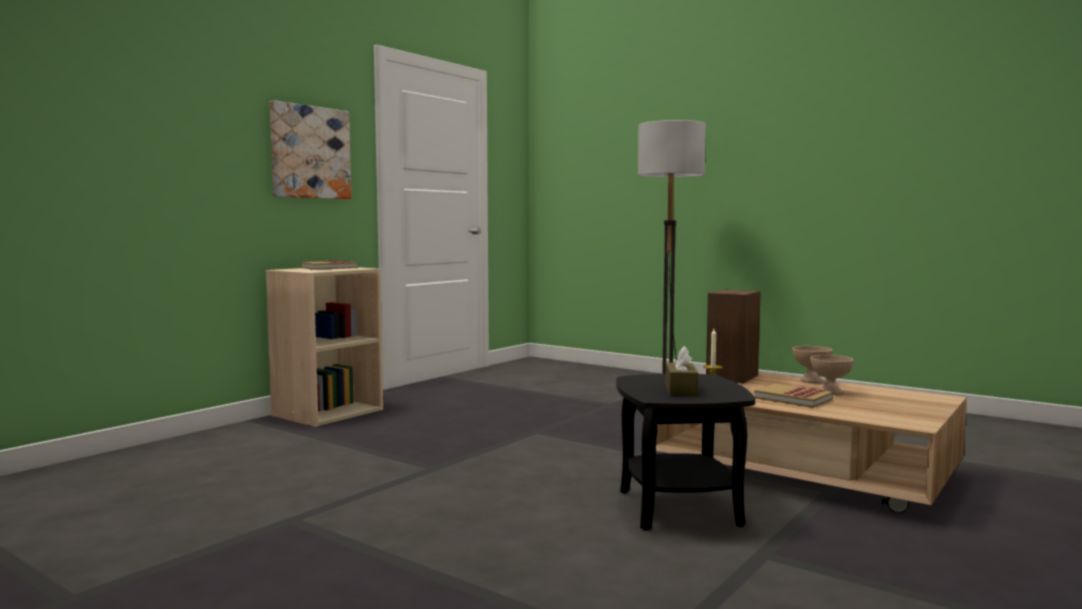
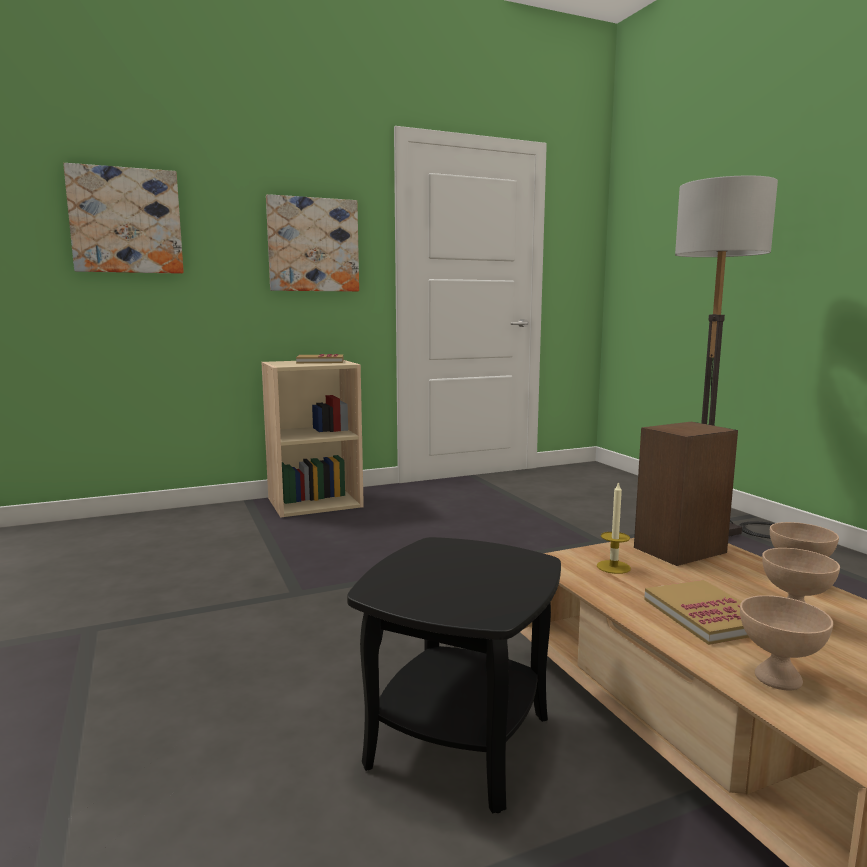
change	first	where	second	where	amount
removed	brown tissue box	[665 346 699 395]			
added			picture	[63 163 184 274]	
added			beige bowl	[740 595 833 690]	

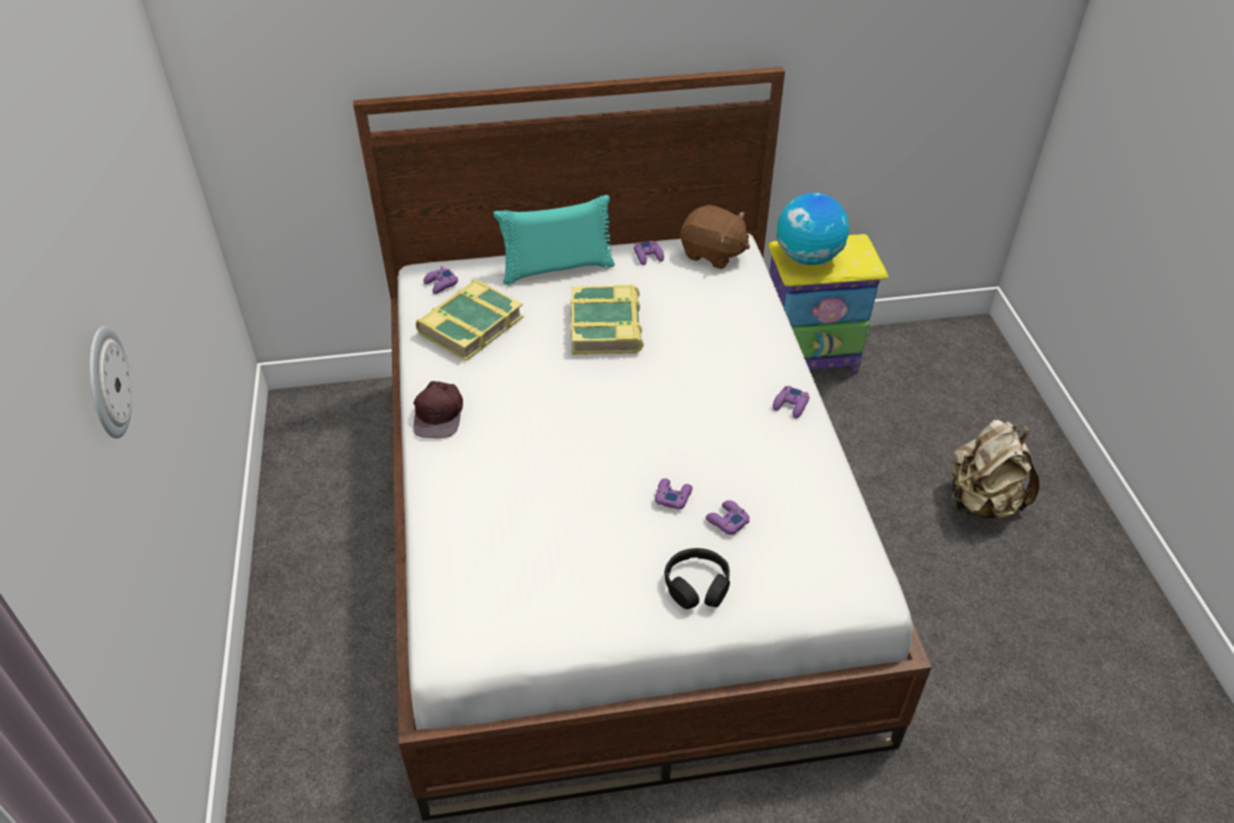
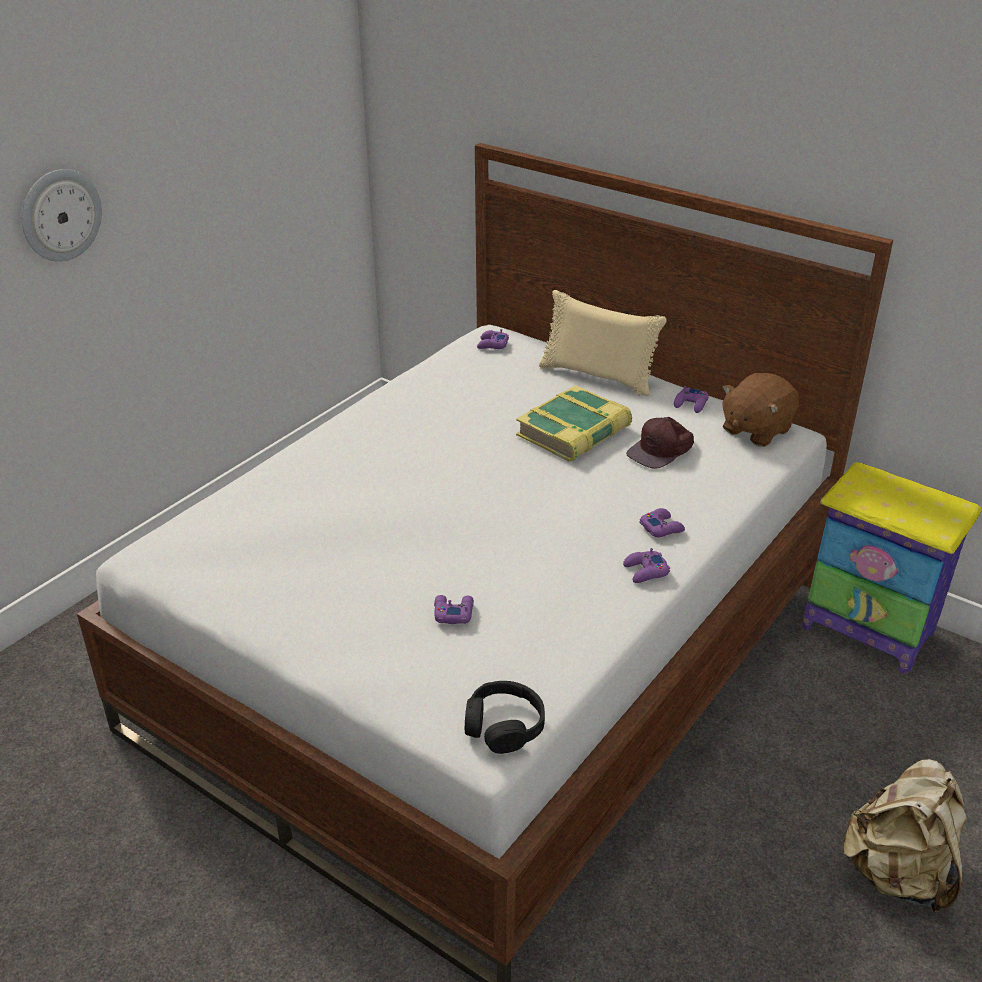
change	first	where	second	where	amount
moved	brown cap	[413 381 463 438]		[626 417 694 468]	
removed	book	[415 279 523 361]			
recoloured	turquoise pillow	[493 195 615 286]	beige pillow	[539 290 667 396]	
moved	purple game controller	[655 478 692 510]		[639 508 685 537]	
moved	black headphones	[665 548 730 609]		[465 681 545 754]	
turned	brown plush toy	[681 204 750 269]		[722 373 799 447]	60 degrees clockwise
removed	globe	[776 193 849 265]			

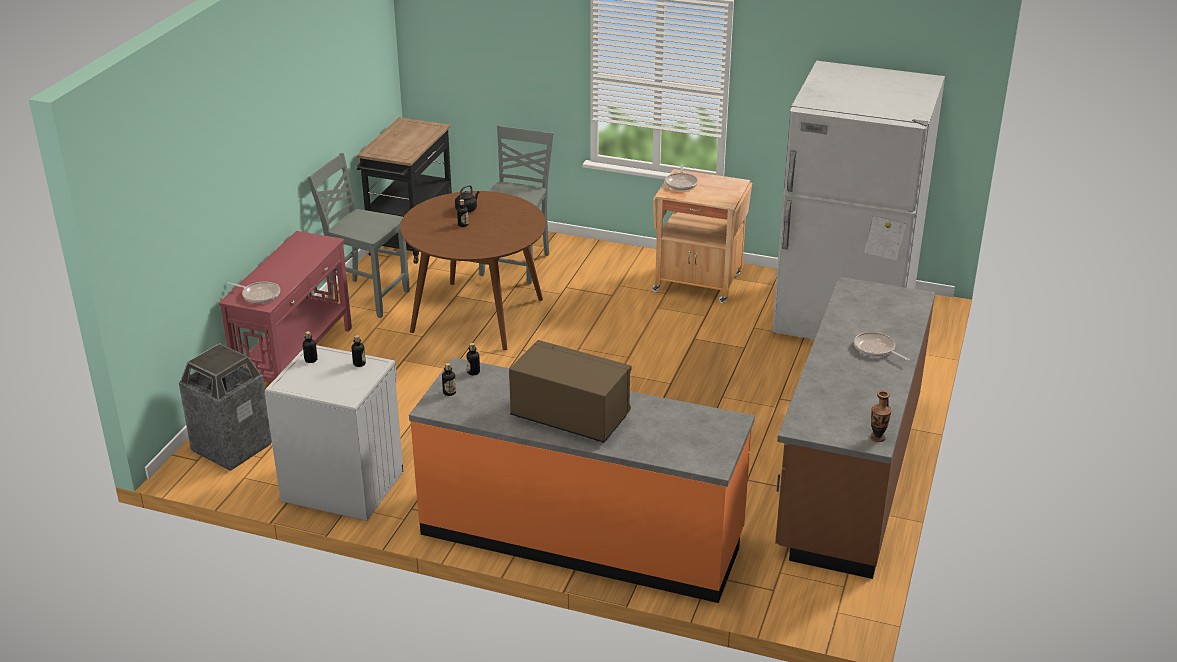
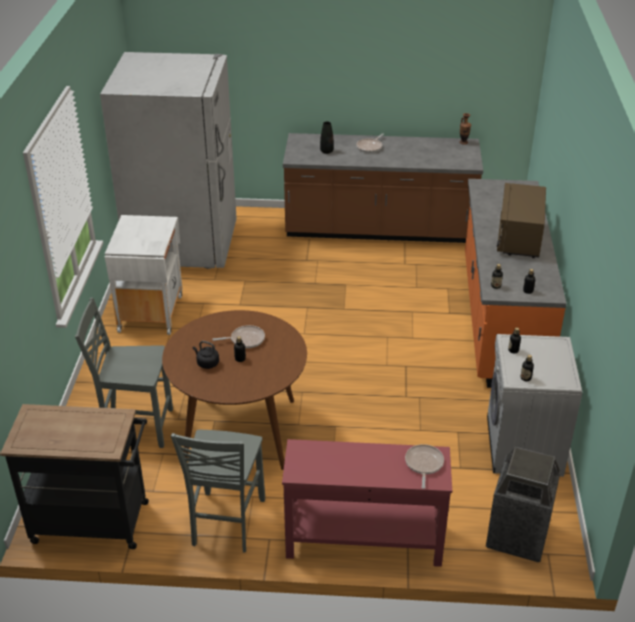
change	first	where	second	where	amount
recoloured	brown cart	[652 169 752 303]	white cart	[105 215 183 335]	
moved	frying pan	[665 164 698 190]		[212 325 265 348]	
added			black vase	[320 121 334 154]	

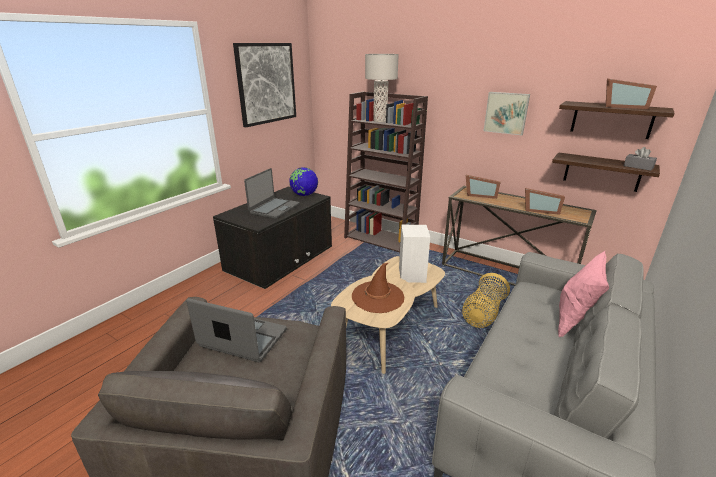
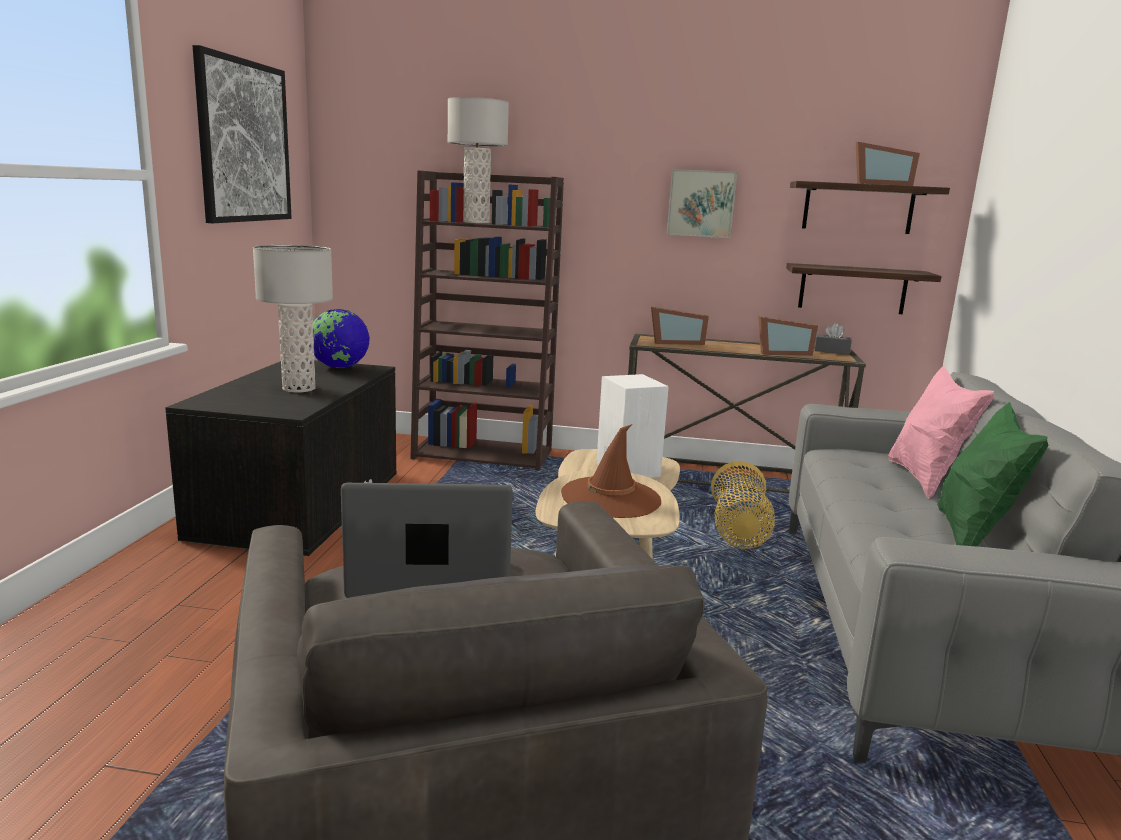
change	first	where	second	where	amount
replaced	laptop	[244 168 300 219]	white table lamp	[253 245 333 393]	
moved	grey tissue box	[624 147 657 171]		[814 323 852 355]	
added			green pillow	[937 402 1048 547]	

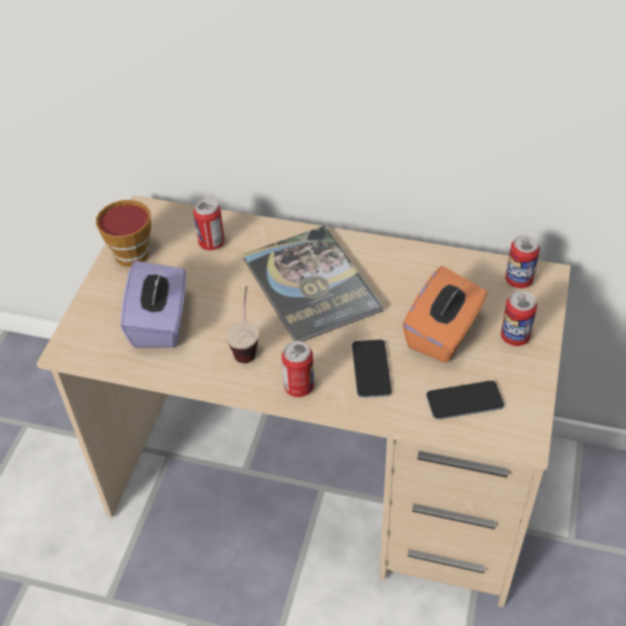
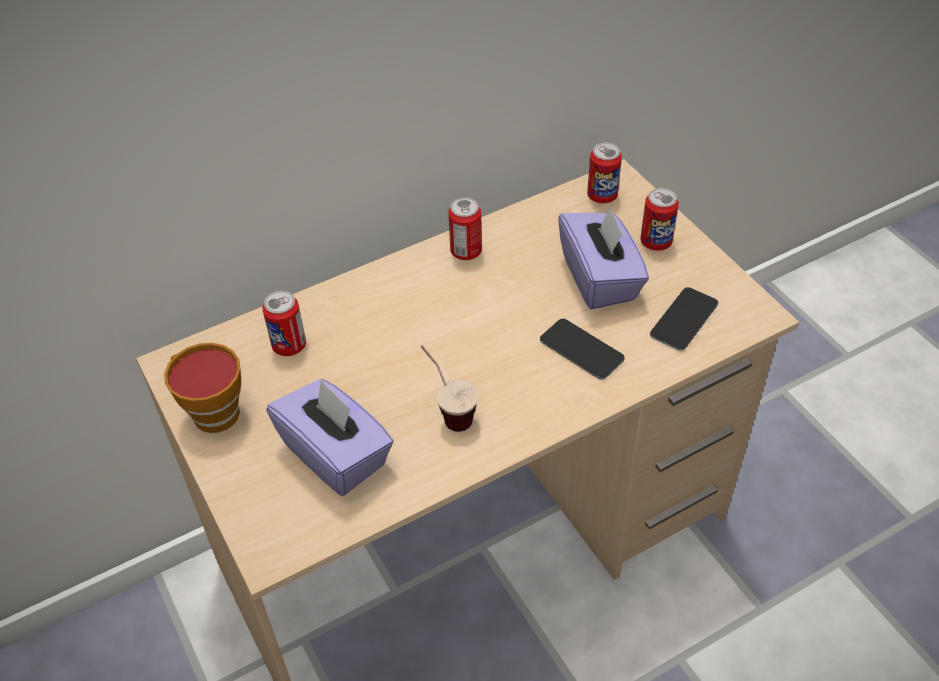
change	first	where	second	where	amount
removed	book	[243 226 383 342]			
moved	can	[282 341 314 397]		[448 197 482 260]	
recoloured	orange tissue box	[402 266 487 363]	purple tissue box	[558 206 649 309]	

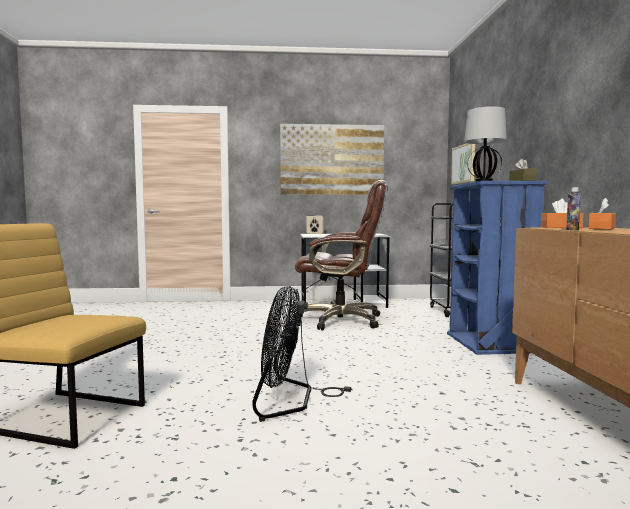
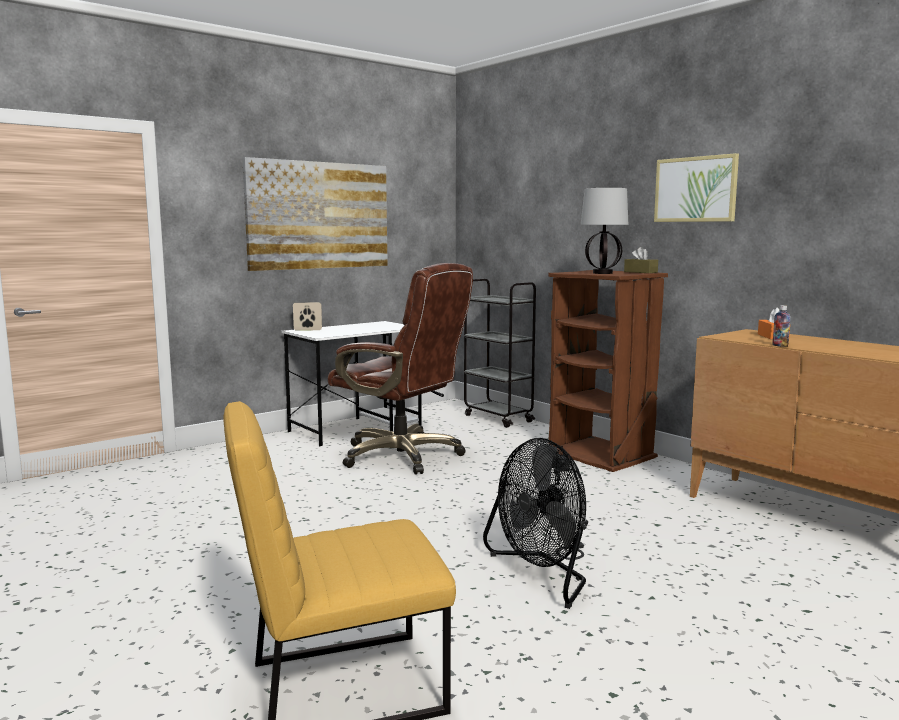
change	first	where	second	where	amount
turned	brown office chair	[295 180 387 330]		[328 263 473 475]	60 degrees clockwise
recoloured	blue bookcase	[447 181 548 355]	brown bookcase	[548 270 668 472]	
moved	picture	[451 143 475 184]		[654 153 739 222]	
removed	orange tissue box	[541 199 584 228]			

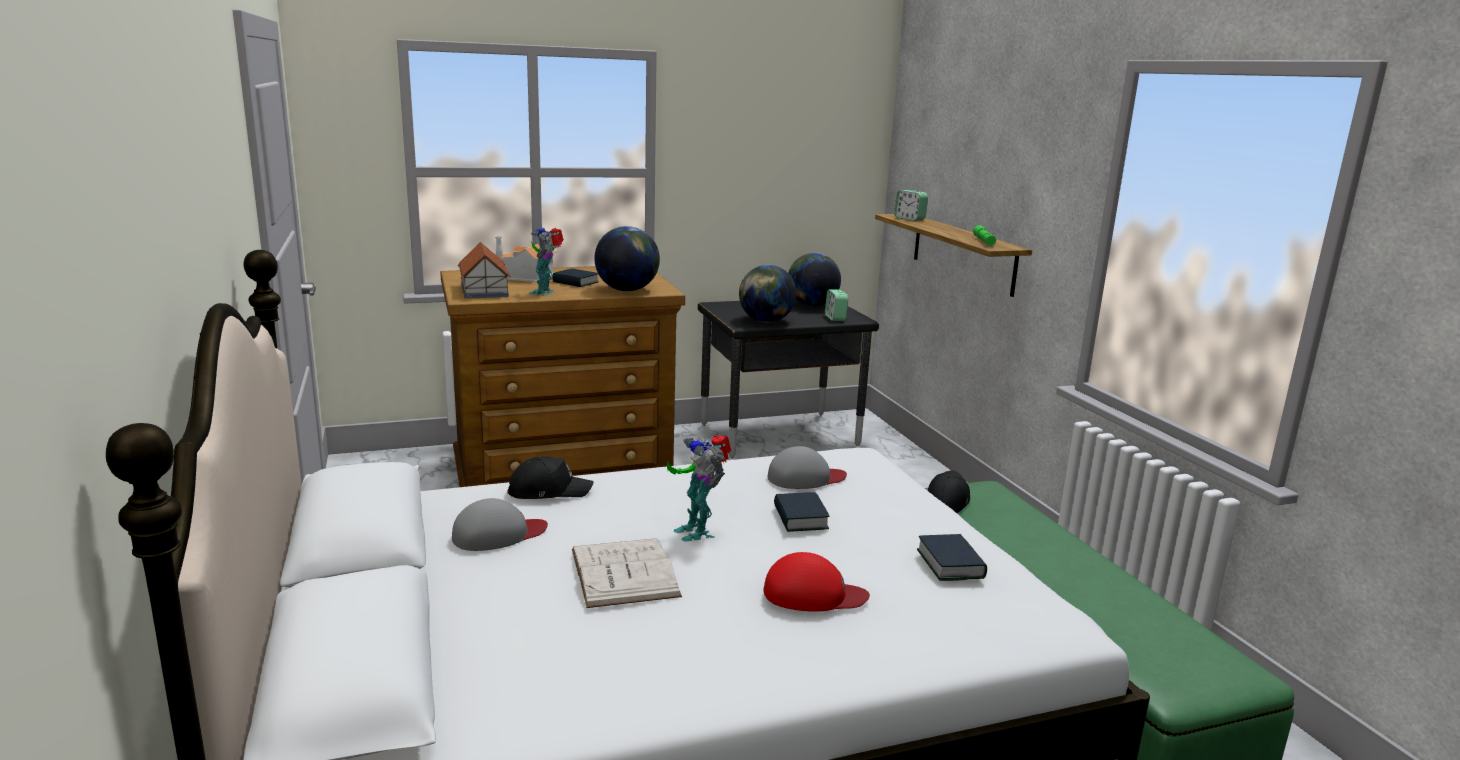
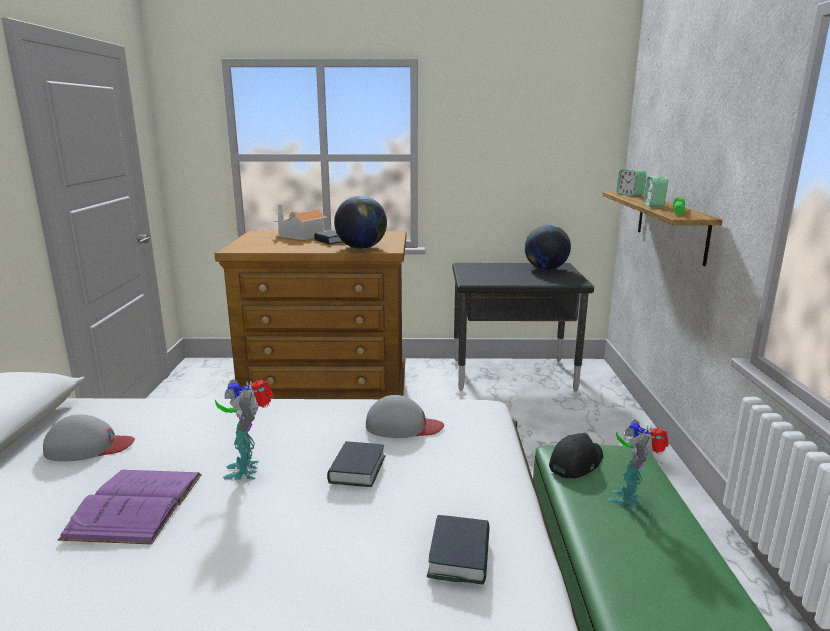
change	first	where	second	where	amount
removed	toy house	[458 242 511 299]			
removed	black cap	[507 456 594 499]			
moved	toy robot	[528 227 564 296]		[608 420 669 511]	
recoloured	white book	[572 538 682 608]	purple book	[58 470 202 545]	
removed	globe	[739 265 797 322]			
removed	red cap	[764 552 870 612]			
moved	alarm clock	[825 289 848 321]		[644 176 668 207]	

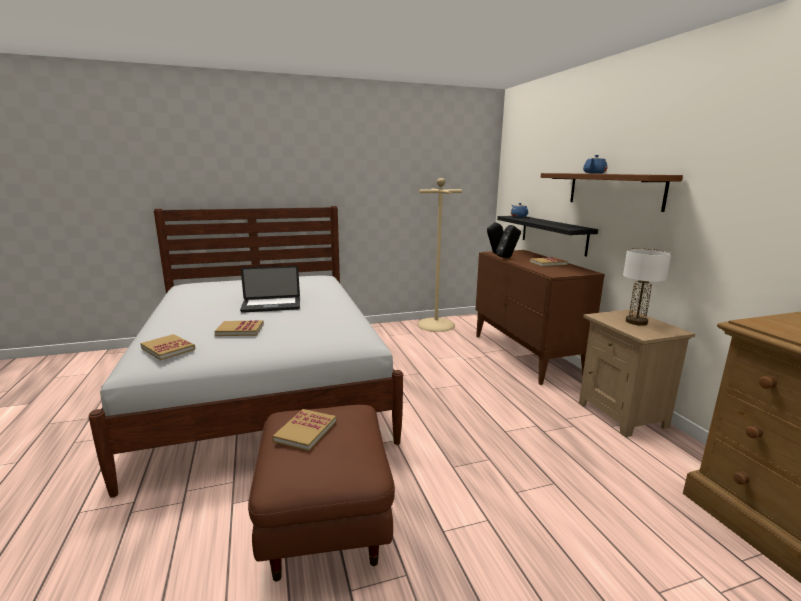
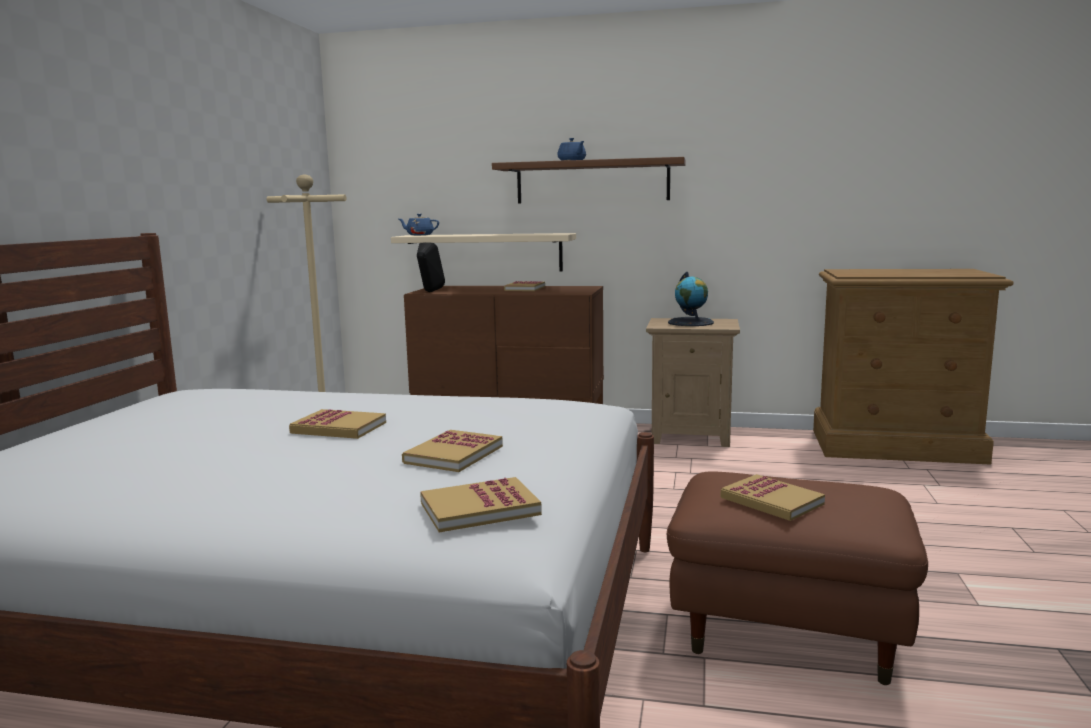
change	first	where	second	where	amount
replaced	laptop	[240 266 300 313]	book	[289 409 386 439]	
removed	black speaker	[496 225 521 258]			
recoloured	black shelf	[497 216 598 257]	beige shelf	[391 233 576 271]	
replaced	table lamp	[623 248 671 326]	globe	[668 272 714 326]	

